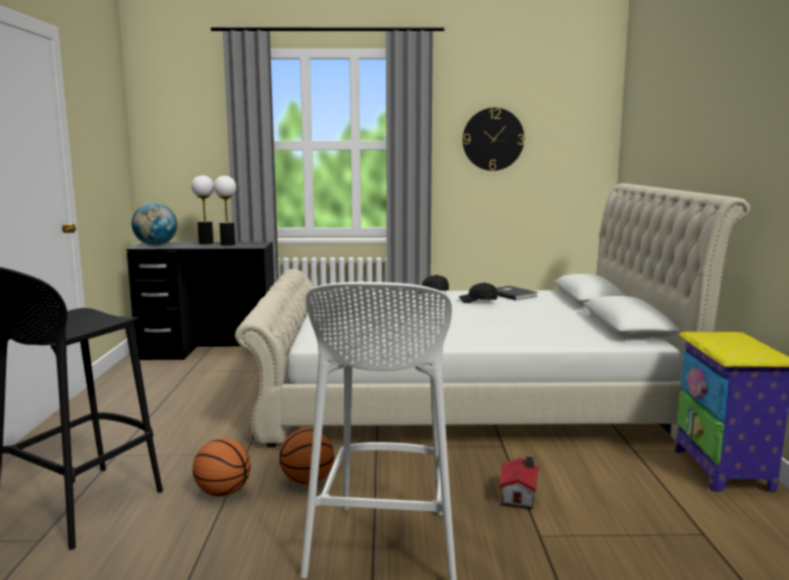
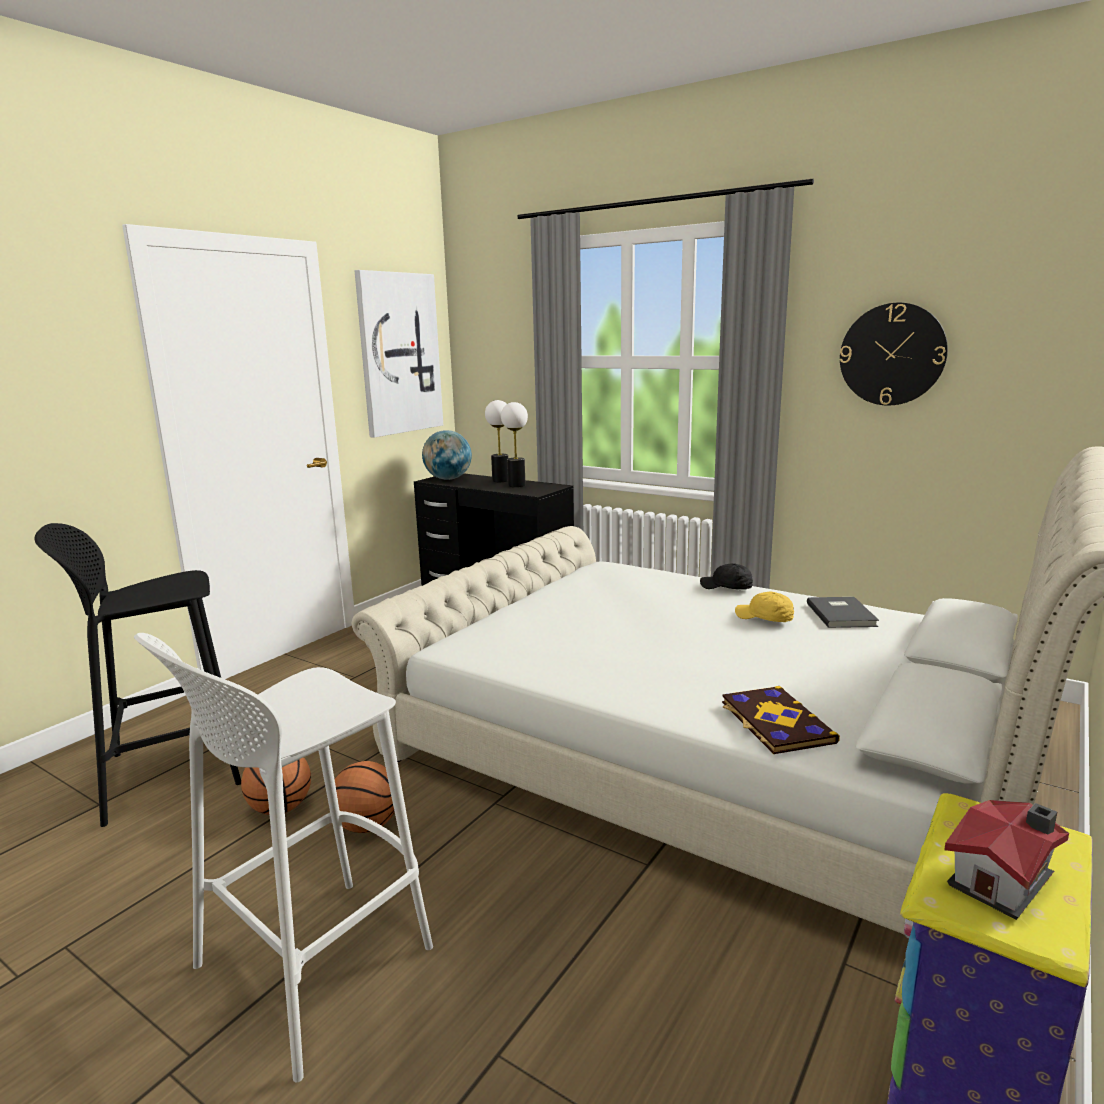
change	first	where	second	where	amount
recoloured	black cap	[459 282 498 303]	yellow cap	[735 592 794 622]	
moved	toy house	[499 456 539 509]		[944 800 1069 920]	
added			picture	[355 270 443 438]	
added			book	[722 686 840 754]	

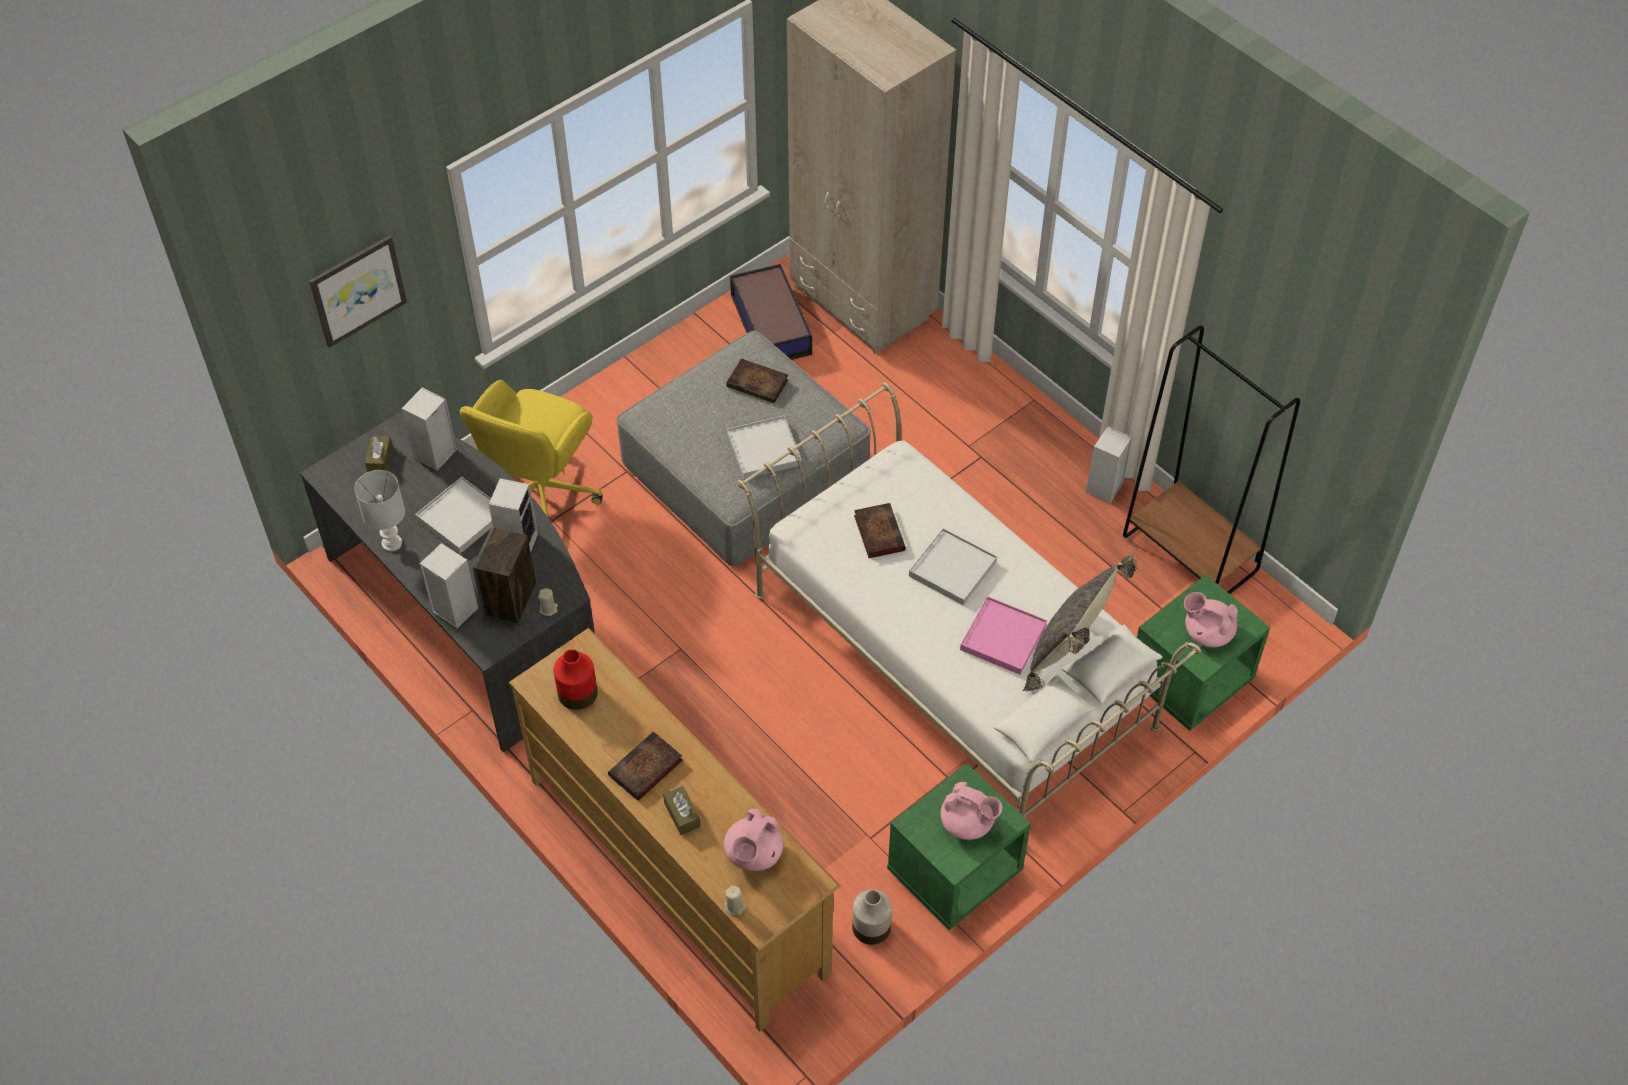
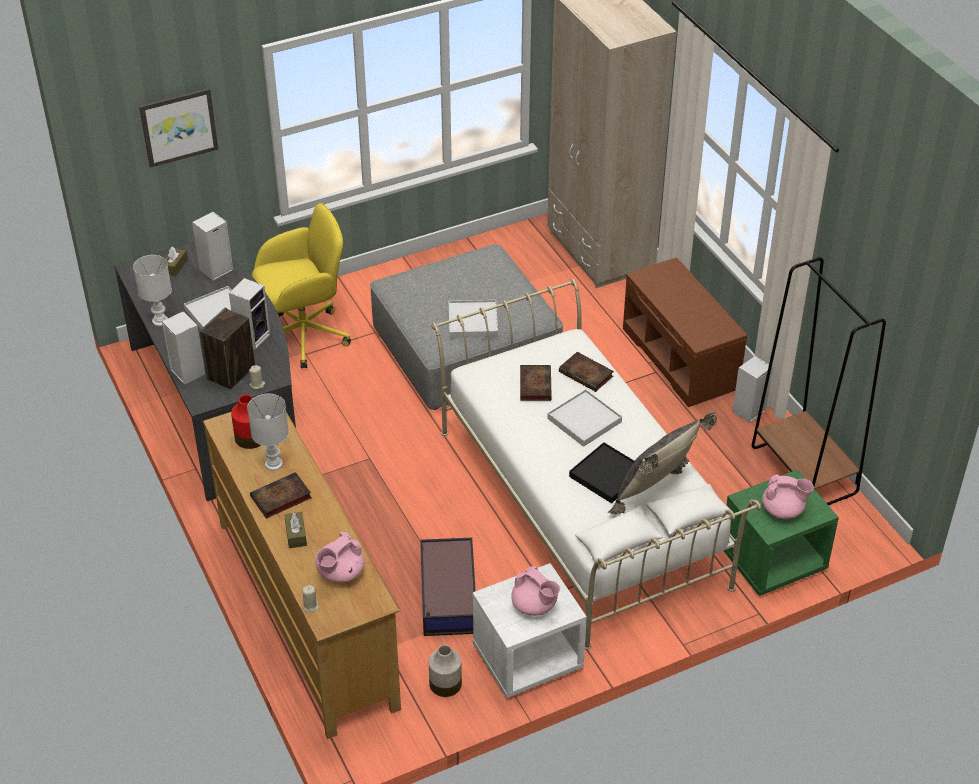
change	first	where	second	where	amount
turned	yellow office chair	[460 380 603 518]		[252 203 351 368]	150 degrees counterclockwise
moved	book	[727 358 788 403]		[559 352 614 392]	
moved	storage box	[730 264 812 360]		[420 538 476 636]	
recoloured	green nightstand	[887 763 1031 930]	white nightstand	[472 563 587 698]	
recoloured	pink tray	[960 596 1047 675]	black tray	[569 442 634 503]	
turned	pink teapot	[1184 592 1238 647]		[762 474 814 519]	150 degrees clockwise
added			white table lamp	[247 393 289 471]	
added			brown bench	[623 258 747 407]	

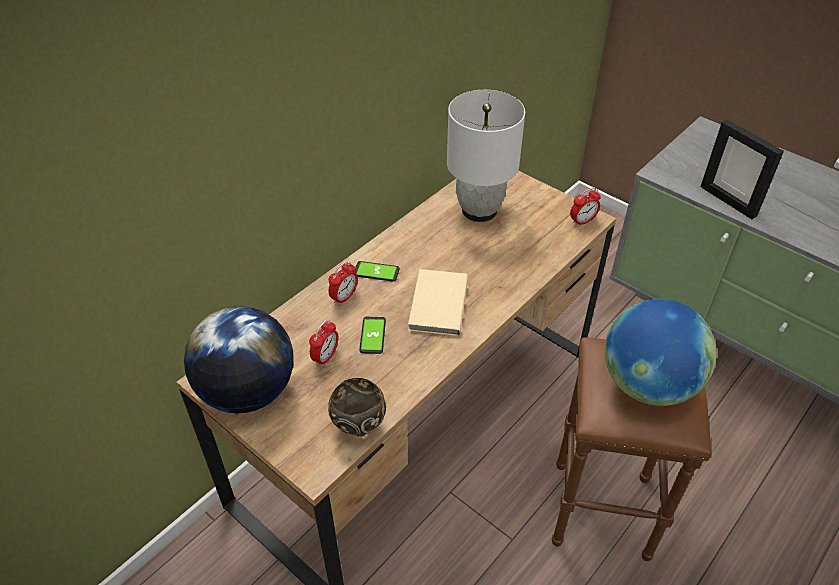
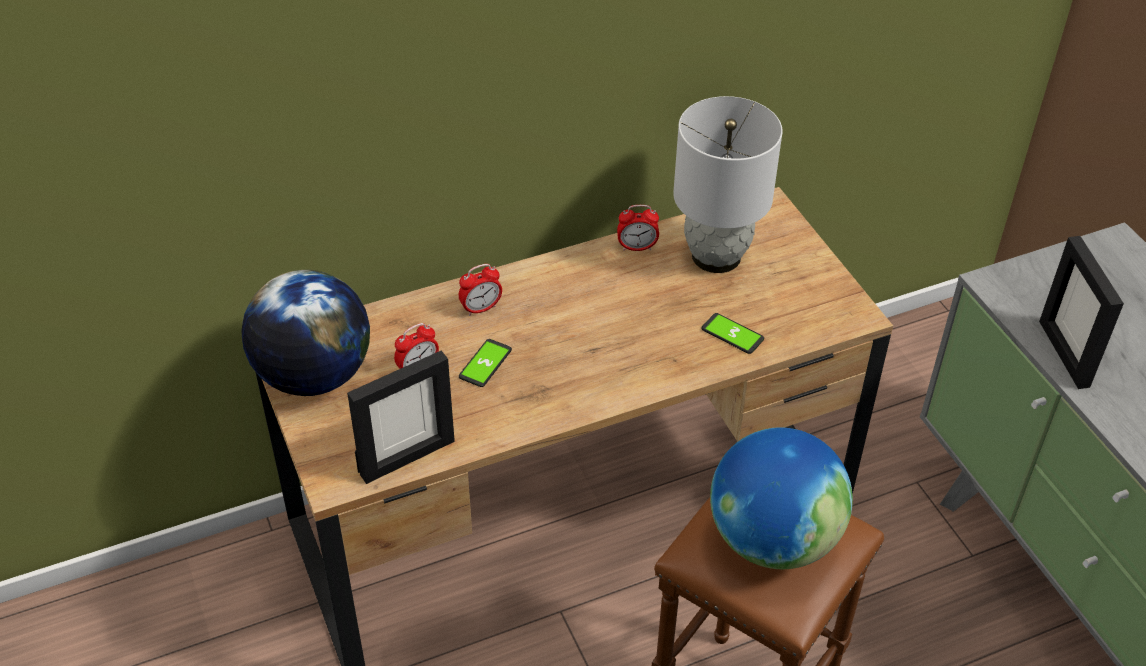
change	first	where	second	where	amount
replaced	brown bowl	[328 378 386 436]	picture frame	[347 351 455 484]	
moved	phone	[354 261 400 282]		[701 313 764 354]	
removed	beige book	[408 269 468 336]			
moved	alarm clock	[570 188 601 226]		[617 205 659 251]	

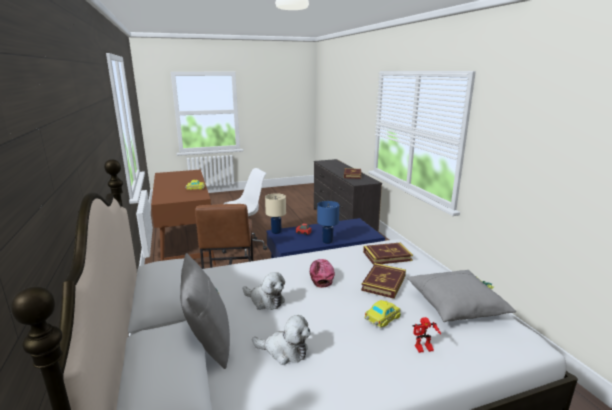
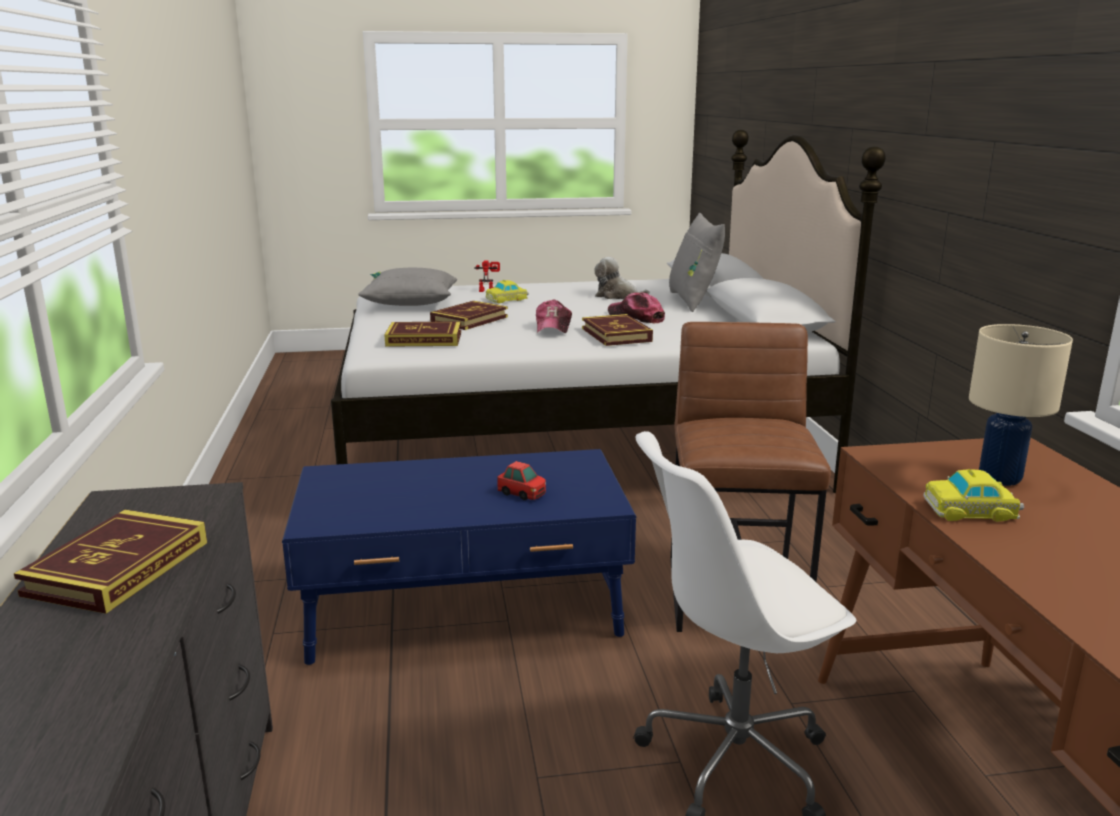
change	first	where	second	where	amount
replaced	plush toy	[243 272 285 310]	cap	[608 293 665 323]	
moved	beige table lamp	[265 193 286 234]		[969 324 1073 486]	
removed	blue table lamp	[317 201 339 244]			
added			book	[582 314 653 346]	

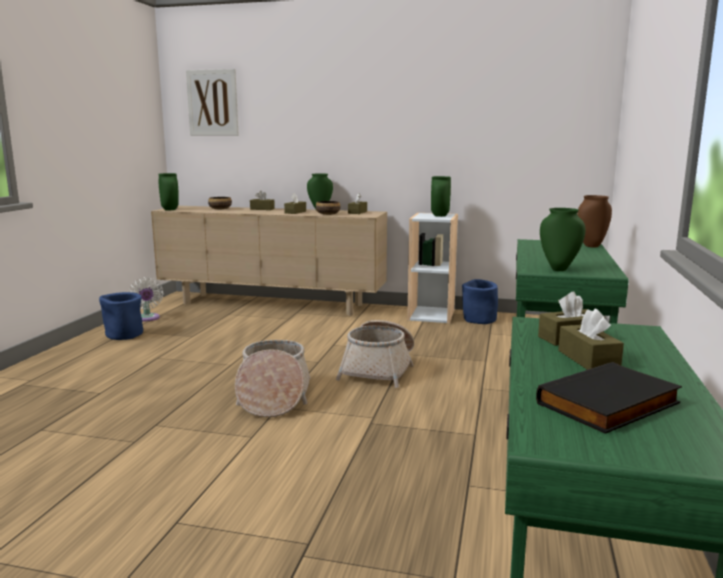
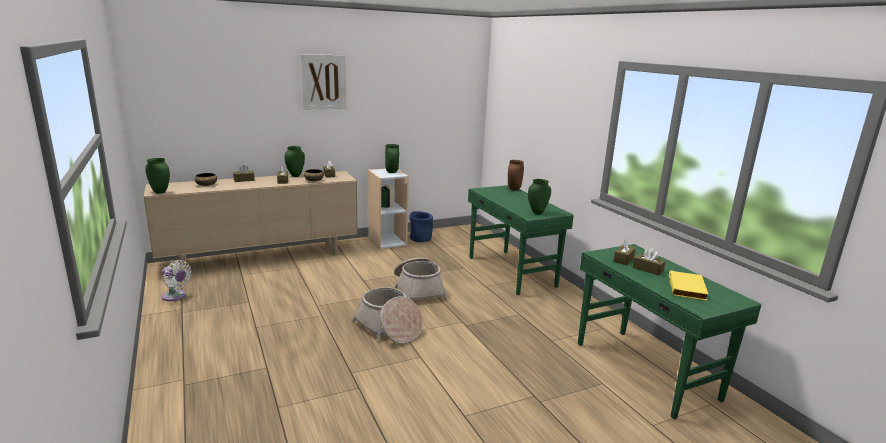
change	first	where	second	where	amount
removed	blue planter	[99 292 143 340]			
moved	picture	[186 69 239 136]		[301 54 346 110]	
recoloured	black book	[536 362 682 434]	yellow book	[669 270 709 301]	

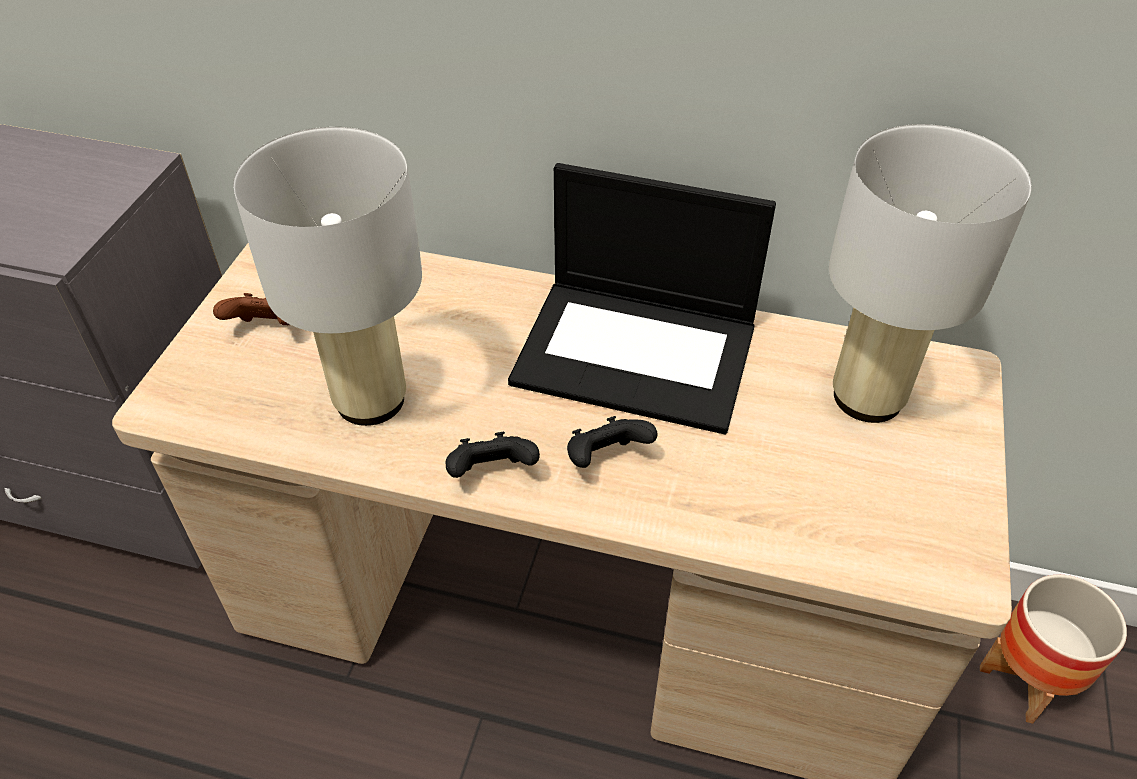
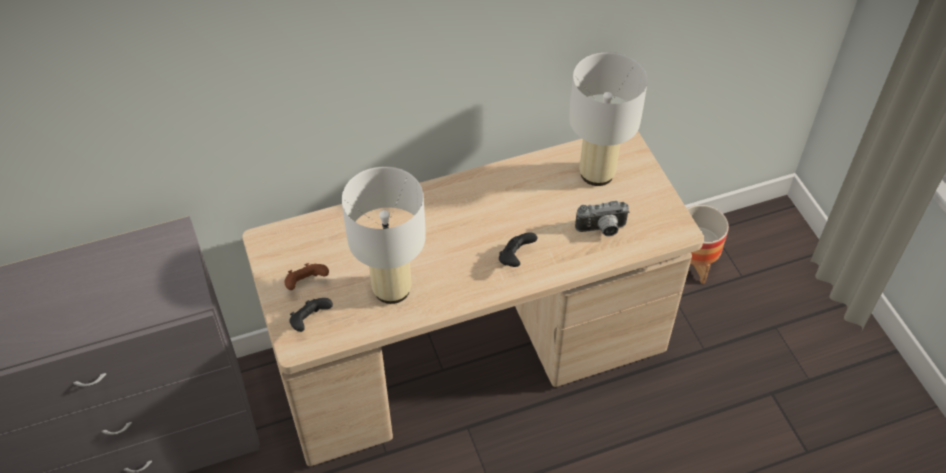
change	first	where	second	where	amount
moved	black game controller	[445 432 540 478]		[289 298 333 332]	
removed	laptop	[508 163 776 435]			
added			photo camera	[575 201 630 237]	

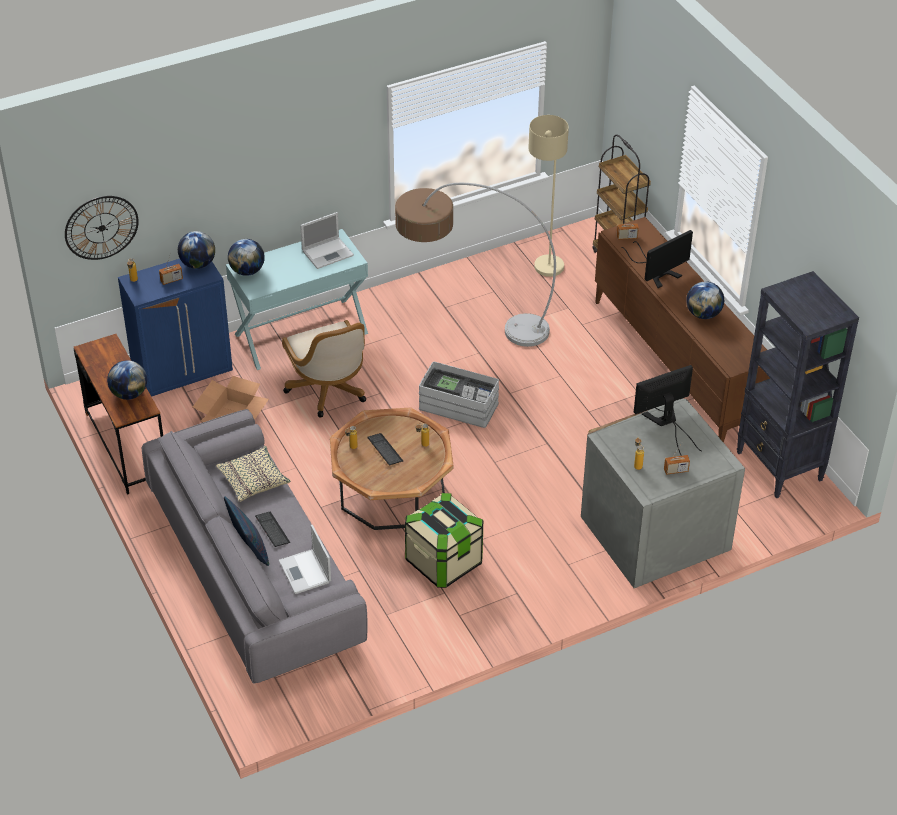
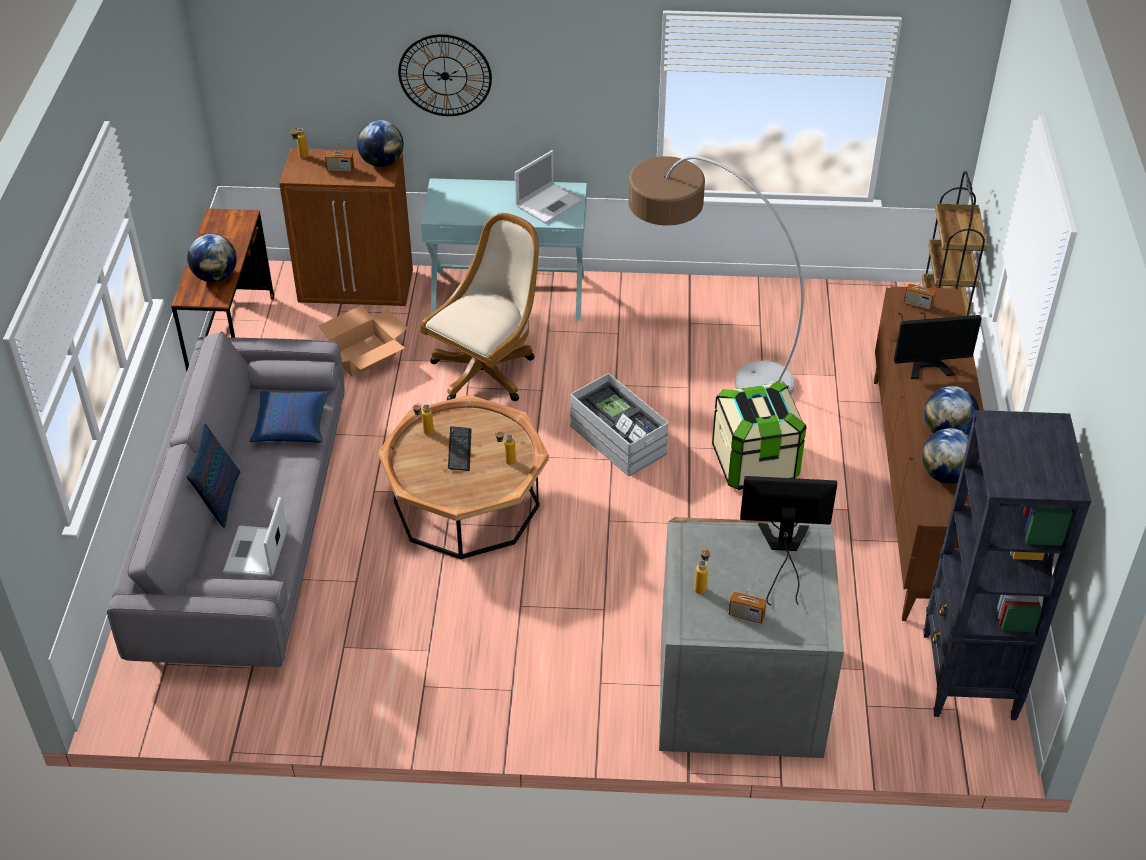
change	first	where	second	where	amount
moved	wall clock	[65 196 139 260]		[398 34 492 116]	
recoloured	blue cabinet	[118 259 233 397]	brown cabinet	[279 148 413 306]	
recoloured	beige pillow	[216 446 291 502]	blue pillow	[249 391 330 443]	
moved	globe	[228 239 265 276]		[922 428 979 484]	
removed	keyboard	[255 512 291 547]			
turned	office chair	[282 320 366 418]		[421 213 539 401]	150 degrees counterclockwise
turned	laptop	[300 212 354 269]		[515 150 582 224]	45 degrees counterclockwise
moved	storage box	[405 493 483 588]		[712 381 806 490]	
removed	beige floor lamp	[529 115 569 277]			

